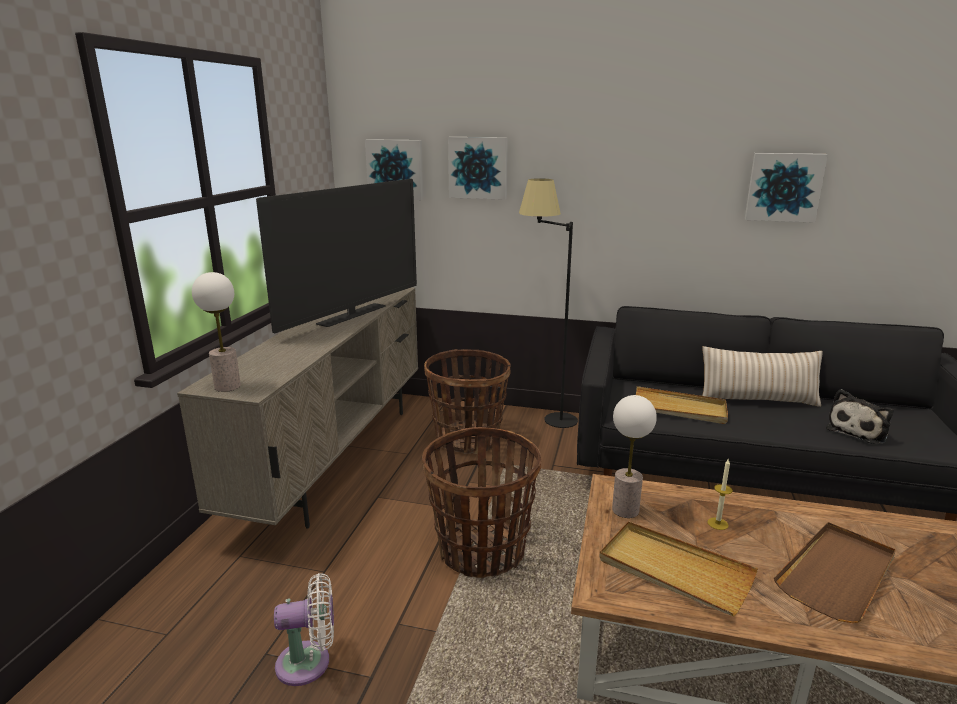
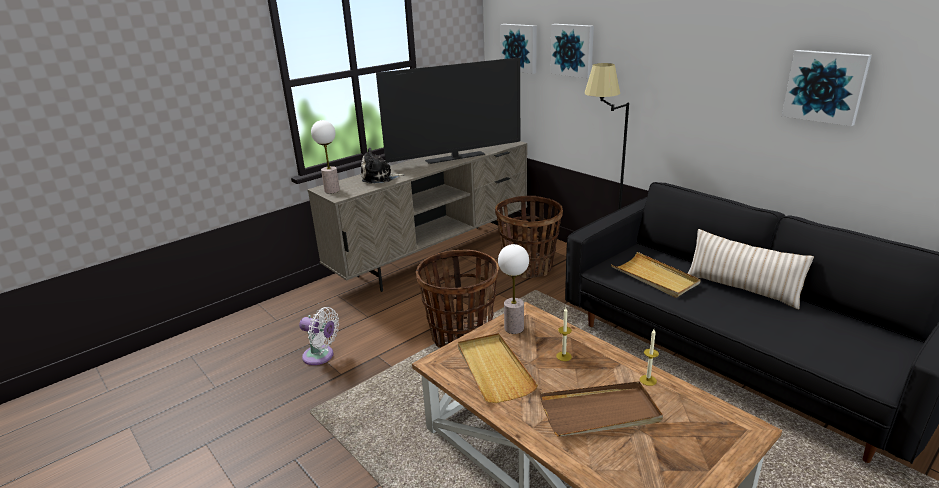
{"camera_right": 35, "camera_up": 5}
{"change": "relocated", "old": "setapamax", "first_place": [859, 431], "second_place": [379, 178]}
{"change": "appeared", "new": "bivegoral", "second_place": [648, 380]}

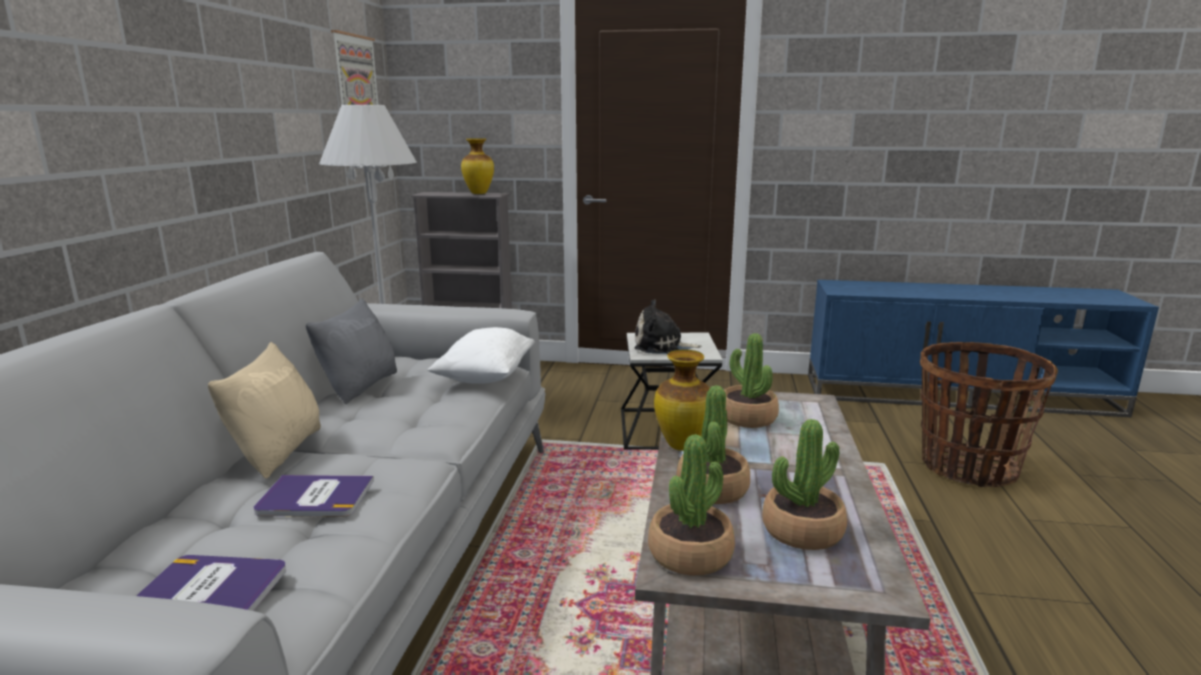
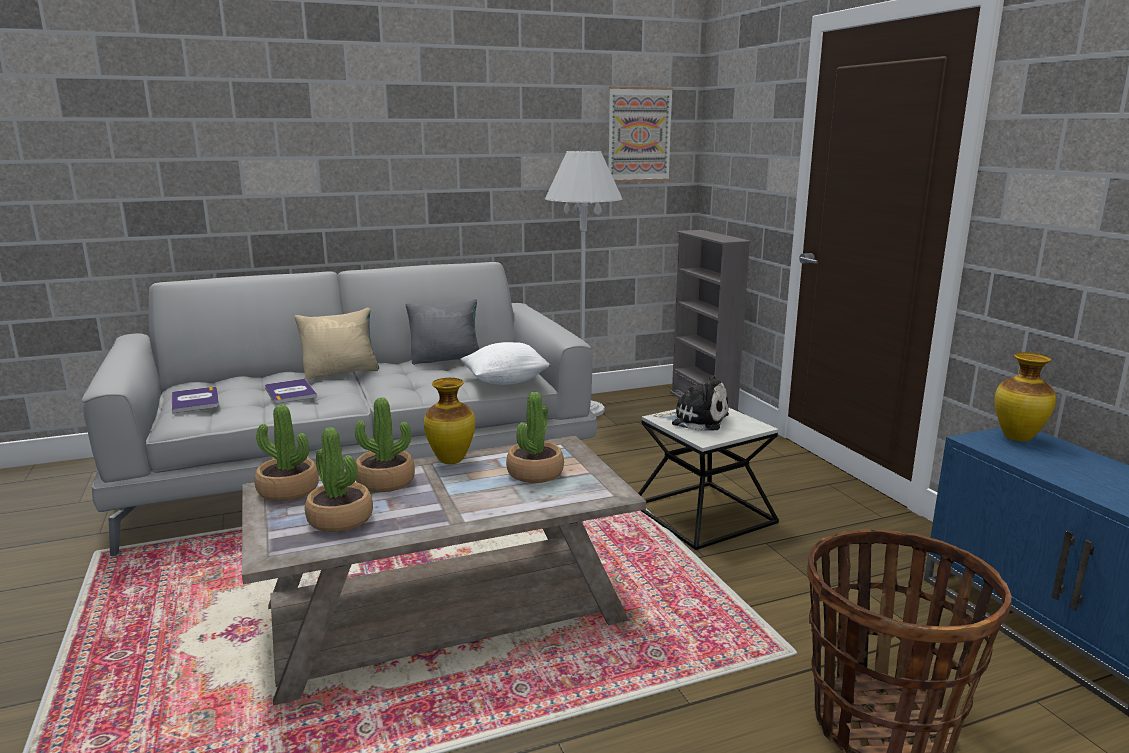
{"camera_right": 60, "camera_up": 0}
{"change": "relocated", "old": "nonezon", "first_place": [478, 193], "second_place": [1016, 438]}
{"change": "spun", "old": "setapamax", "first_place": [662, 346], "second_place": [696, 420], "degrees": 135}

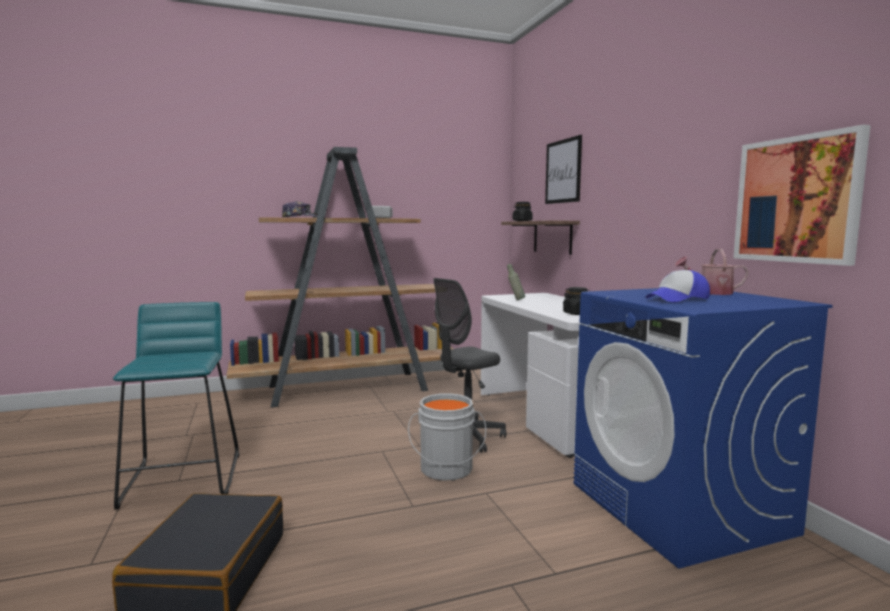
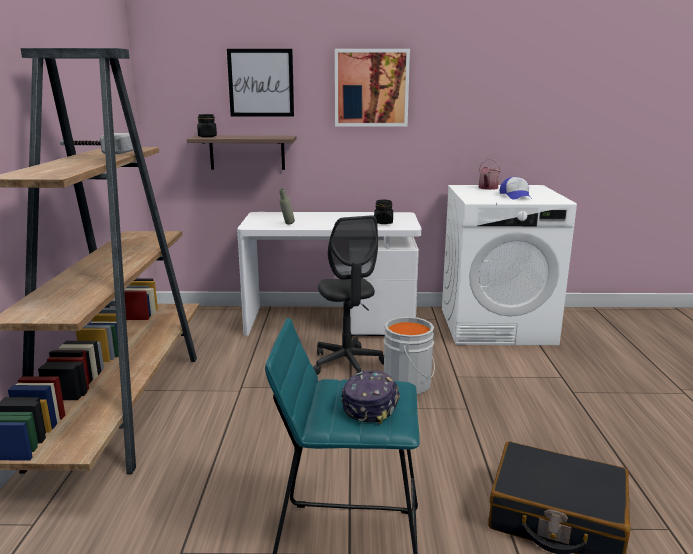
{"camera_right": -70, "camera_up": 10}
{"change": "relocated", "old": "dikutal", "first_place": [796, 200], "second_place": [371, 88]}
{"change": "relocated", "old": "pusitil", "first_place": [300, 217], "second_place": [370, 405]}
{"change": "colour", "old": "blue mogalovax", "new": "white mogalovax", "first_place": [679, 508], "second_place": [497, 326]}

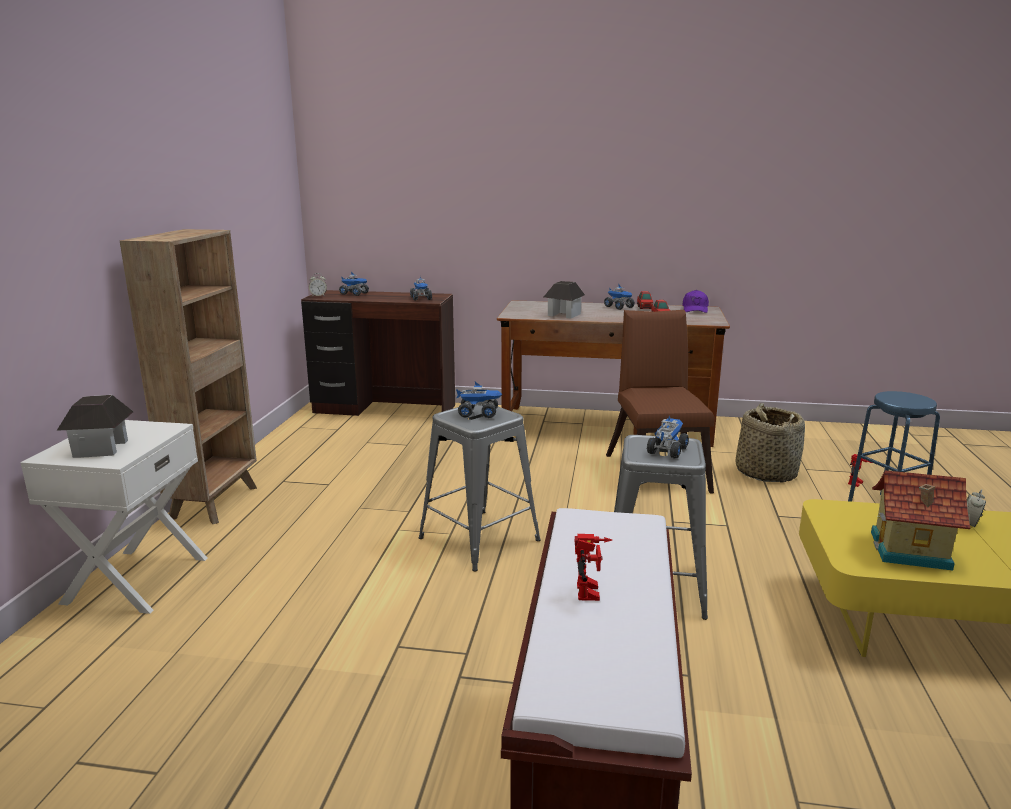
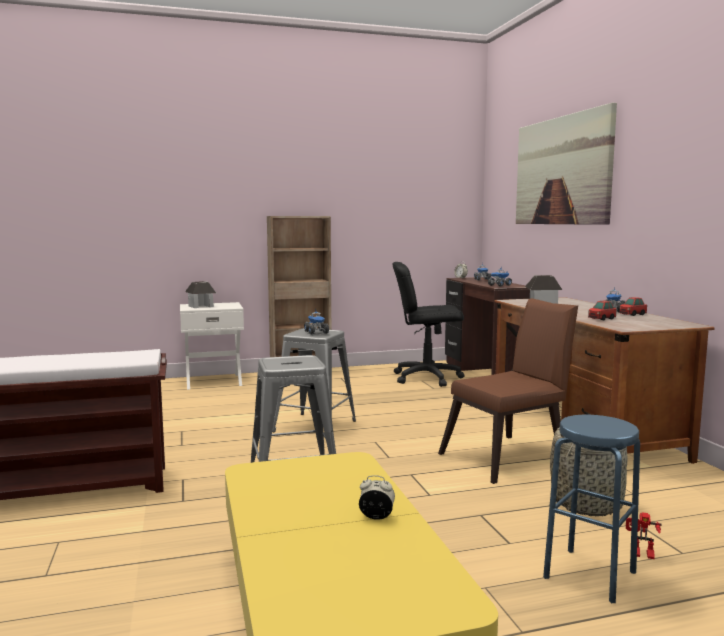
{"camera_right": 65, "camera_up": -10}
{"change": "missing", "old": "purple pusitil", "first_place": [695, 309]}
{"change": "missing", "old": "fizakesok", "first_place": [667, 450]}
{"change": "missing", "old": "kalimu", "first_place": [911, 551]}
{"change": "missing", "old": "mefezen", "first_place": [592, 593]}
{"change": "appeared", "new": "dikutal", "second_place": [562, 171]}
{"change": "appeared", "new": "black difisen", "second_place": [426, 378]}

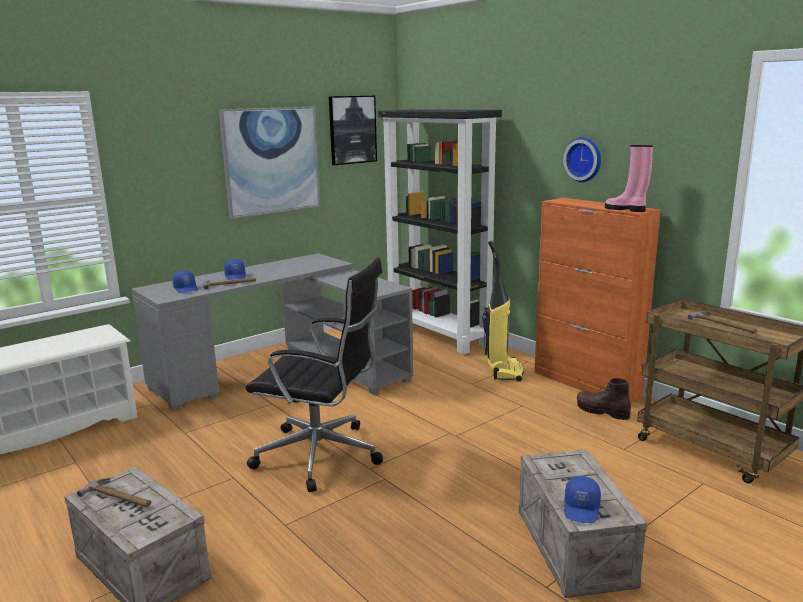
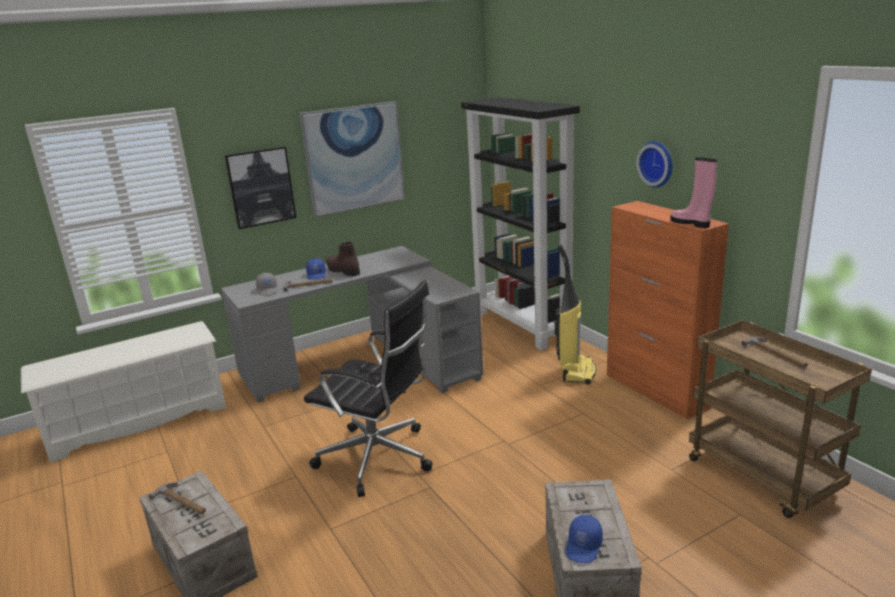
{"camera_right": 10, "camera_up": 5}
{"change": "relocated", "old": "dikutal", "first_place": [352, 130], "second_place": [261, 187]}
{"change": "colour", "old": "blue pusitil", "new": "grey pusitil", "first_place": [186, 289], "second_place": [268, 290]}
{"change": "relocated", "old": "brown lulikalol", "first_place": [602, 411], "second_place": [343, 271]}

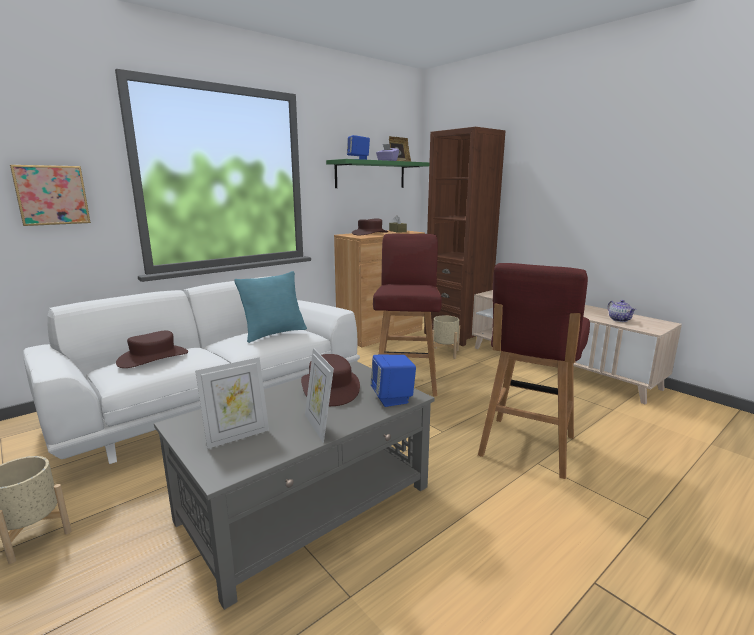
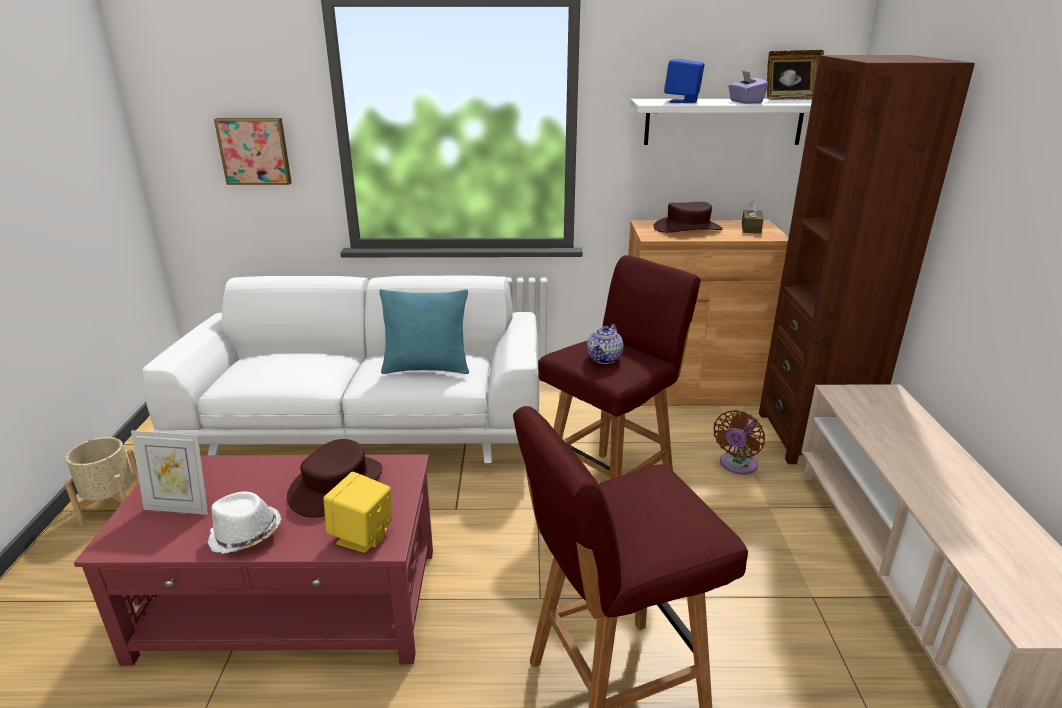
{"camera_right": 40, "camera_up": 10}
{"change": "colour", "old": "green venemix", "new": "white venemix", "first_place": [370, 175], "second_place": [723, 121]}
{"change": "relocated", "old": "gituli", "first_place": [619, 320], "second_place": [605, 358]}
{"change": "exchanged", "old": "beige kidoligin", "new": "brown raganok", "first_place": [444, 353], "second_place": [736, 465]}
{"change": "missing", "old": "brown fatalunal", "first_place": [153, 357]}
{"change": "exchanged", "old": "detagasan", "new": "white fatalunal", "first_place": [319, 426], "second_place": [245, 535]}
{"change": "colour", "old": "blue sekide", "new": "yellow sekide", "first_place": [392, 399], "second_place": [362, 536]}
{"change": "colour", "old": "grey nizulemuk", "new": "red nizulemuk", "first_place": [308, 503], "second_place": [292, 603]}

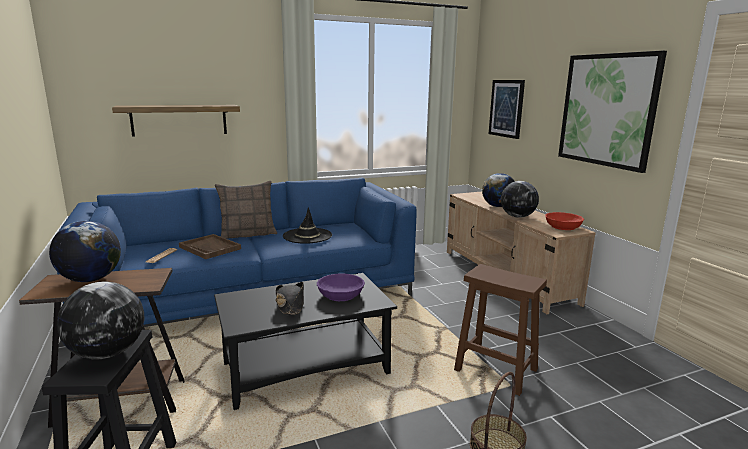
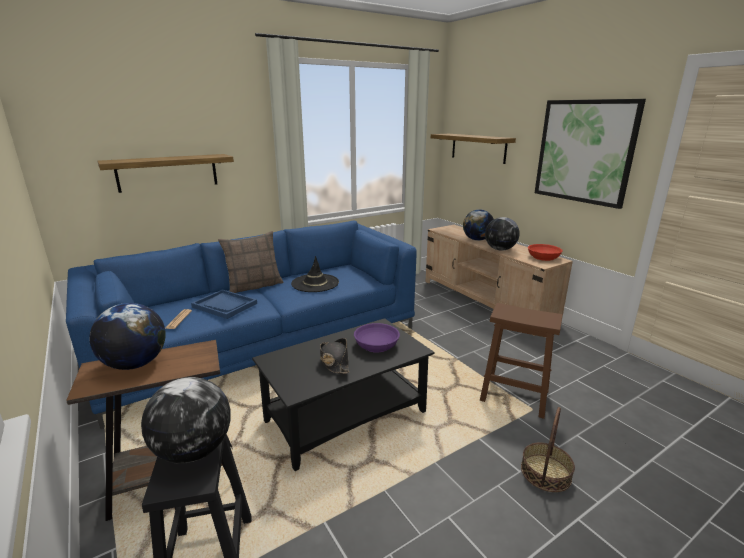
{"camera_right": -10, "camera_up": 5}
{"change": "exchanged", "old": "dikutal", "new": "venemix", "first_place": [506, 108], "second_place": [478, 148]}
{"change": "colour", "old": "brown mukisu", "new": "blue mukisu", "first_place": [210, 248], "second_place": [225, 305]}

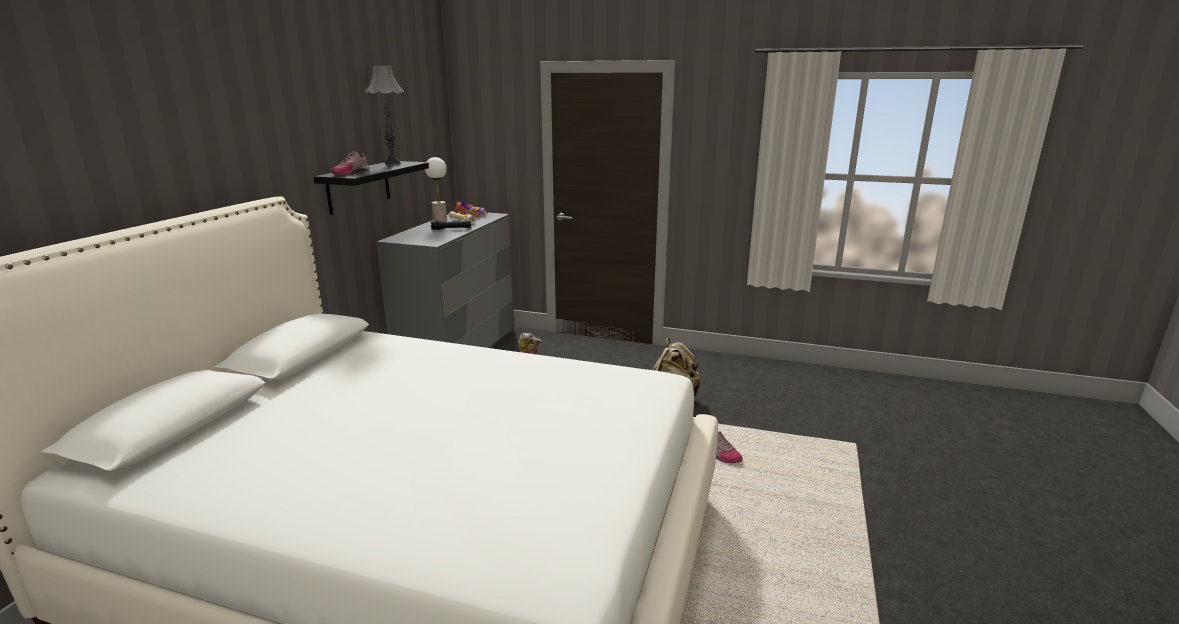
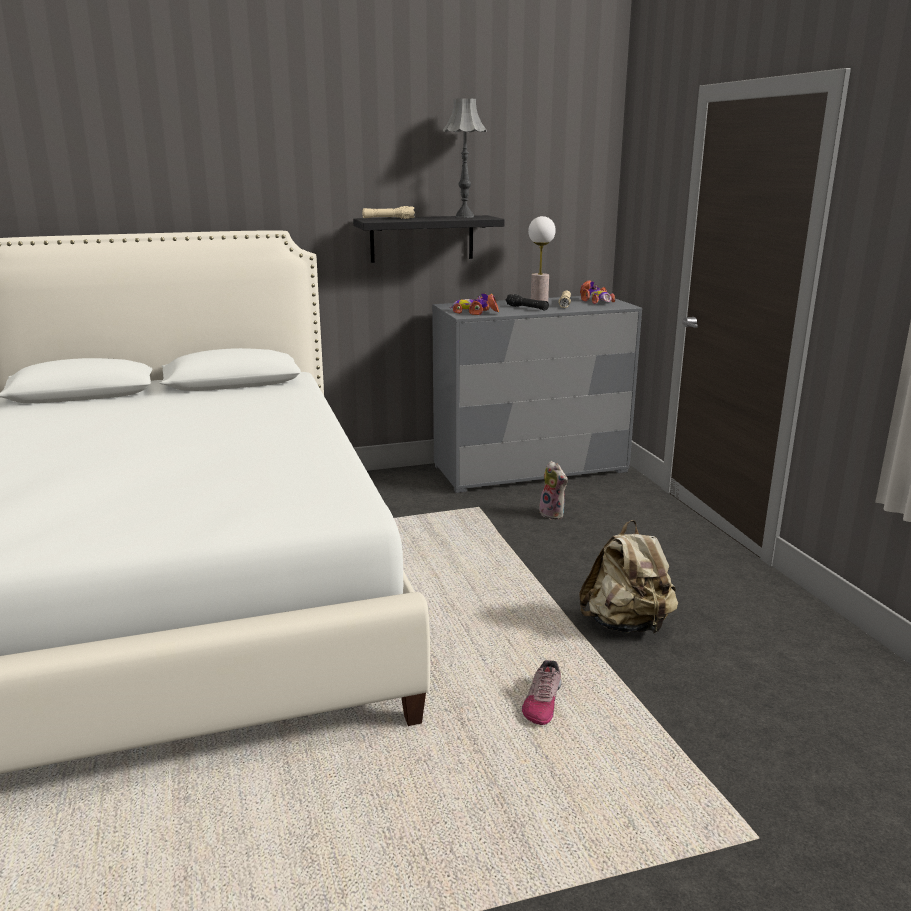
{"camera_right": 55, "camera_up": 0}
{"change": "exchanged", "old": "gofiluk", "new": "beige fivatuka", "first_place": [350, 173], "second_place": [388, 219]}
{"change": "appeared", "new": "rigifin", "second_place": [474, 312]}

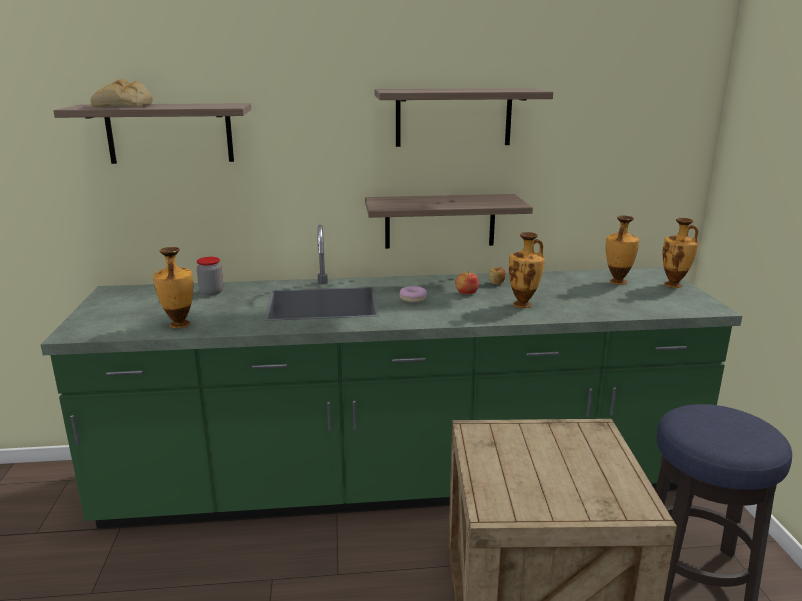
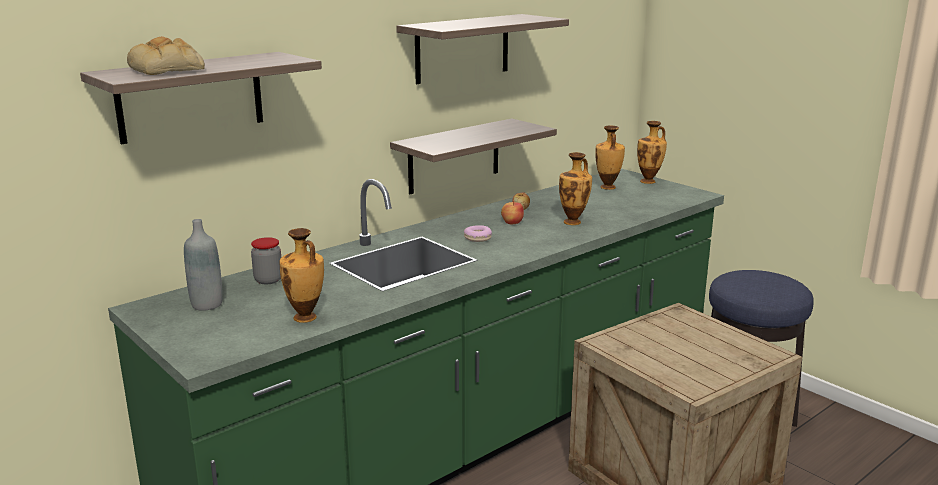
{"camera_right": -35, "camera_up": 0}
{"change": "appeared", "new": "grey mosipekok", "second_place": [207, 304]}

